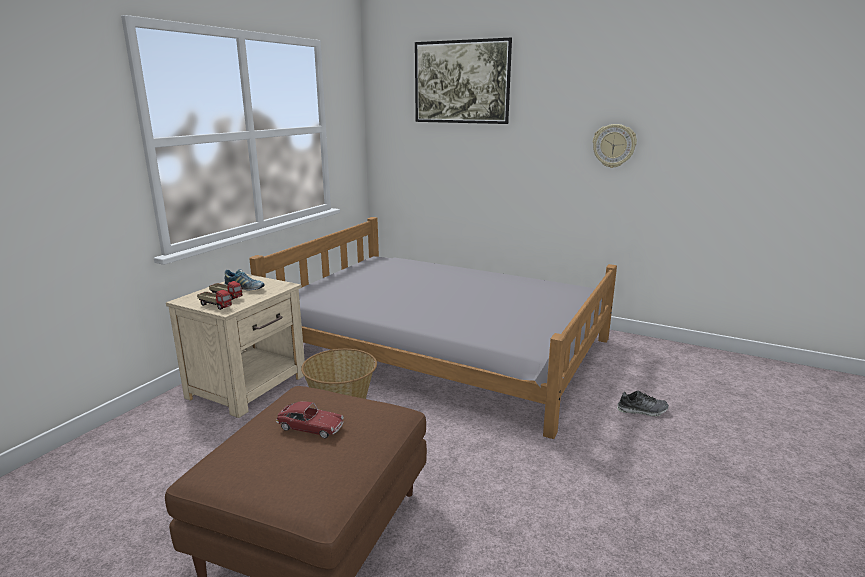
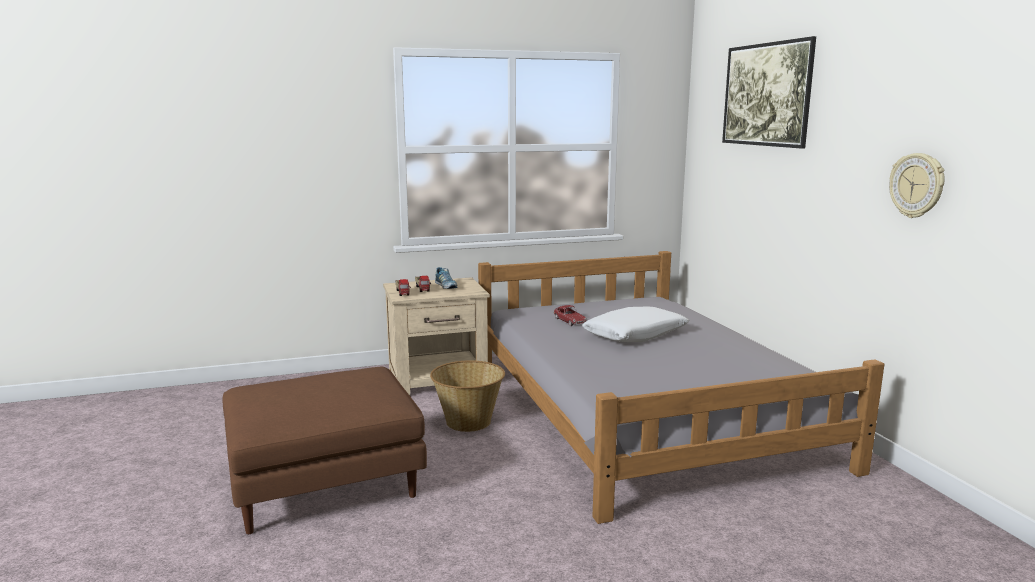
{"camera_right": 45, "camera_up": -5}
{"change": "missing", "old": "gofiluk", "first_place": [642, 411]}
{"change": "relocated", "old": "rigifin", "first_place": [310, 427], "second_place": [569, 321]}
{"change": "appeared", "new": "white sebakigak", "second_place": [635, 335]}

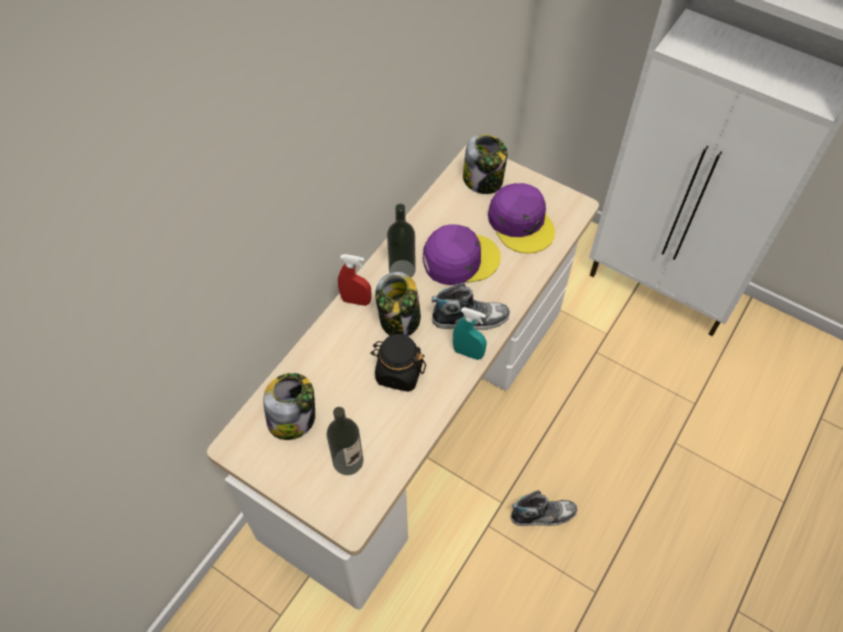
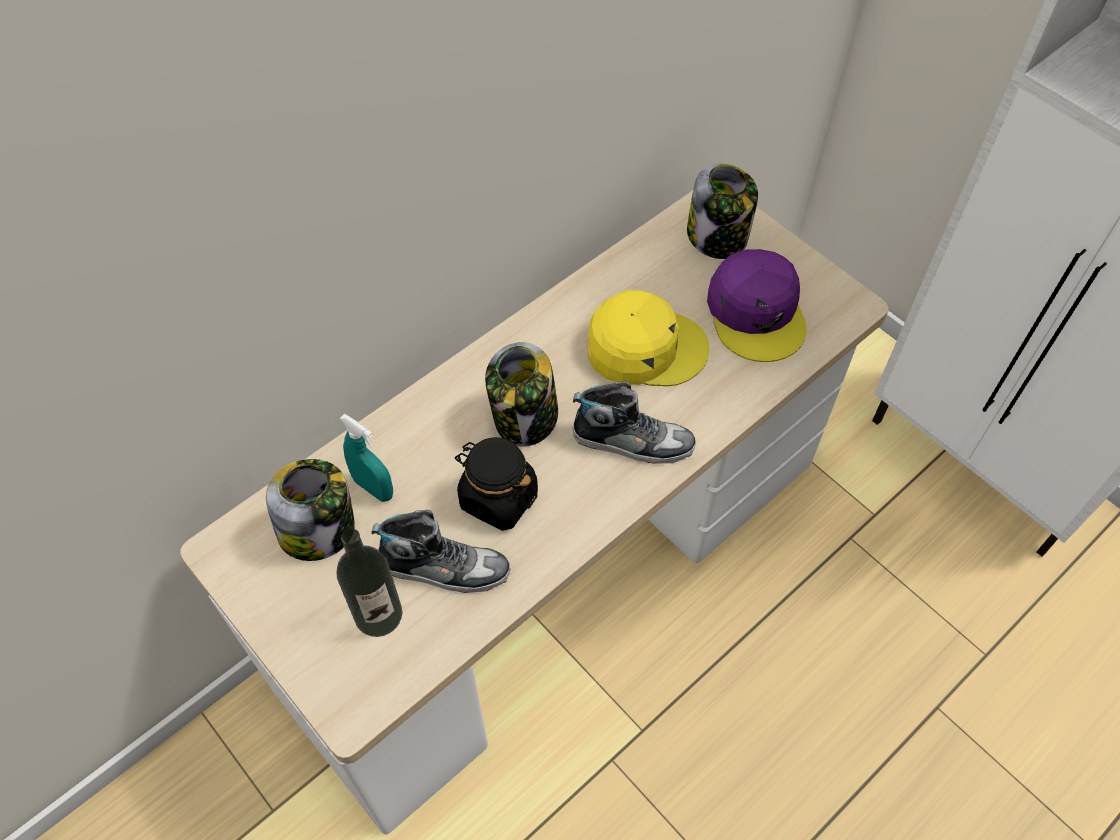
{"camera_right": 15, "camera_up": 0}
{"change": "missing", "old": "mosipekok", "first_place": [402, 270]}
{"change": "colour", "old": "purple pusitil", "new": "yellow pusitil", "first_place": [460, 259], "second_place": [645, 347]}
{"change": "missing", "old": "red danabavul", "first_place": [356, 301]}
{"change": "relocated", "old": "turquoise danabavul", "first_place": [468, 353], "second_place": [373, 488]}
{"change": "relocated", "old": "gofiluk", "first_place": [543, 514], "second_place": [444, 567]}

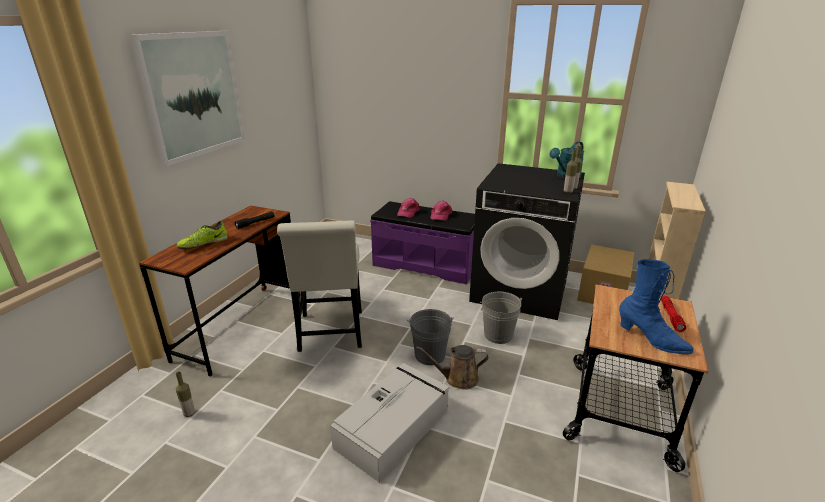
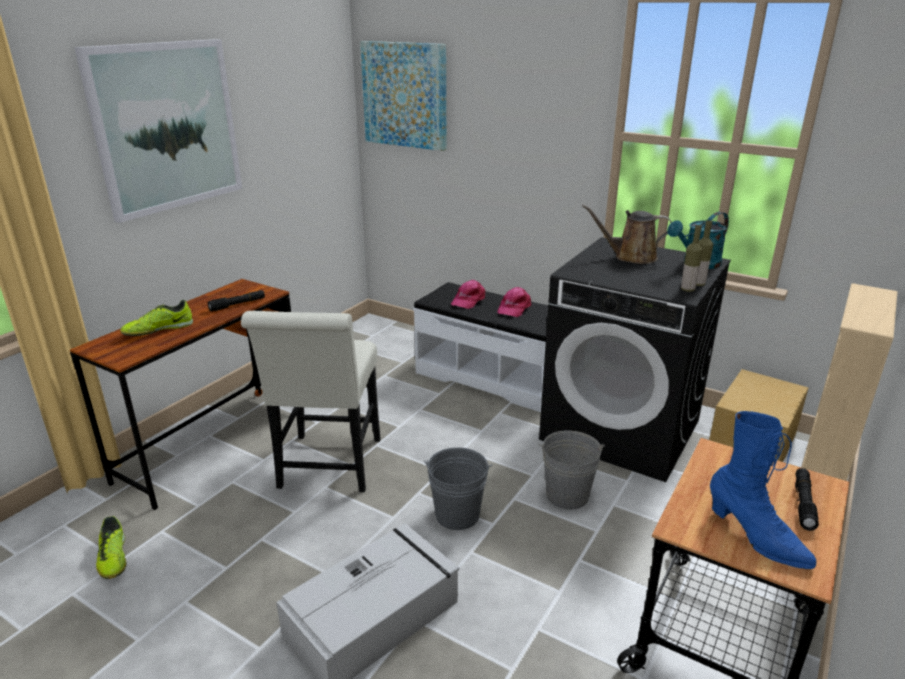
{"camera_right": 10, "camera_up": 0}
{"change": "colour", "old": "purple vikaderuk", "new": "white vikaderuk", "first_place": [426, 264], "second_place": [492, 378]}
{"change": "colour", "old": "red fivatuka", "new": "black fivatuka", "first_place": [671, 317], "second_place": [803, 503]}
{"change": "relocated", "old": "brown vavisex", "first_place": [458, 378], "second_place": [631, 257]}
{"change": "exchanged", "old": "mosipekok", "new": "gofiluk", "first_place": [189, 413], "second_place": [113, 558]}
{"change": "appeared", "new": "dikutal", "second_place": [405, 95]}

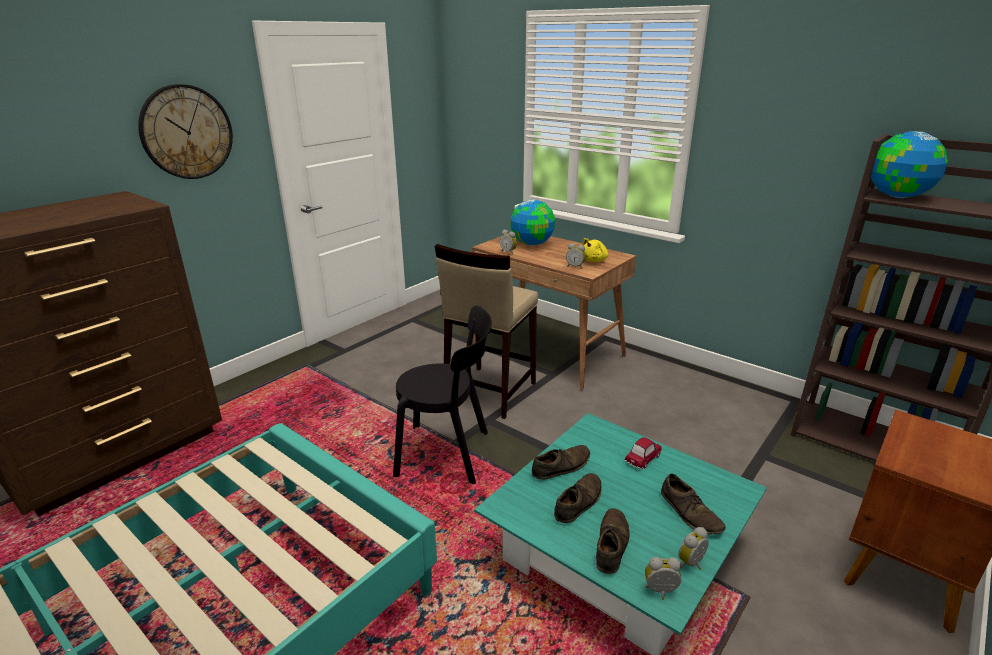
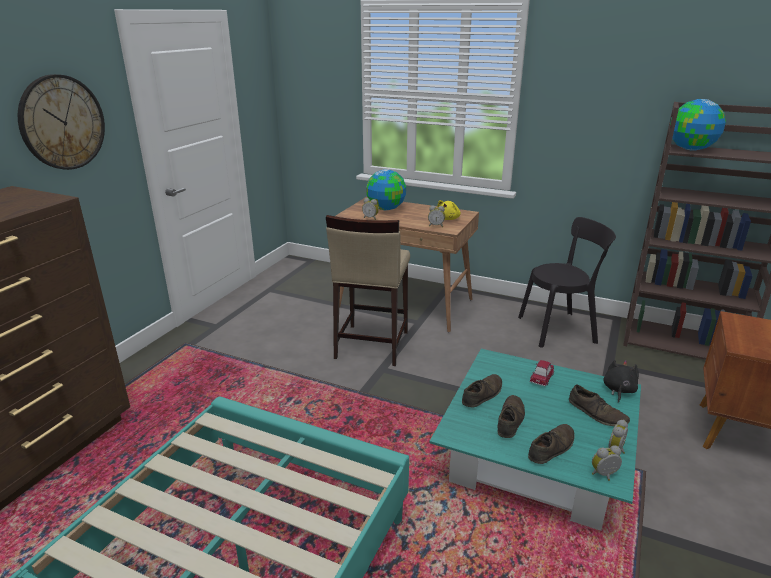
{"camera_right": -15, "camera_up": 0}
{"change": "relocated", "old": "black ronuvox", "first_place": [448, 454], "second_place": [560, 329]}
{"change": "spun", "old": "brown gofiluk", "first_place": [611, 544], "second_place": [551, 448], "degrees": 45}
{"change": "appeared", "new": "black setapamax", "second_place": [618, 390]}

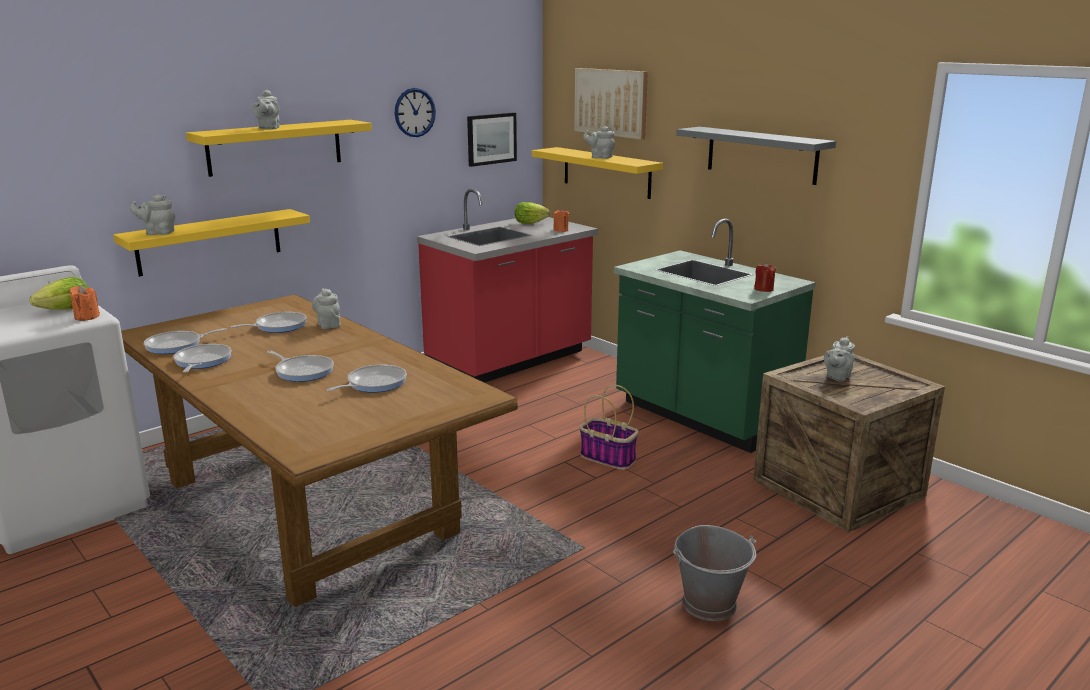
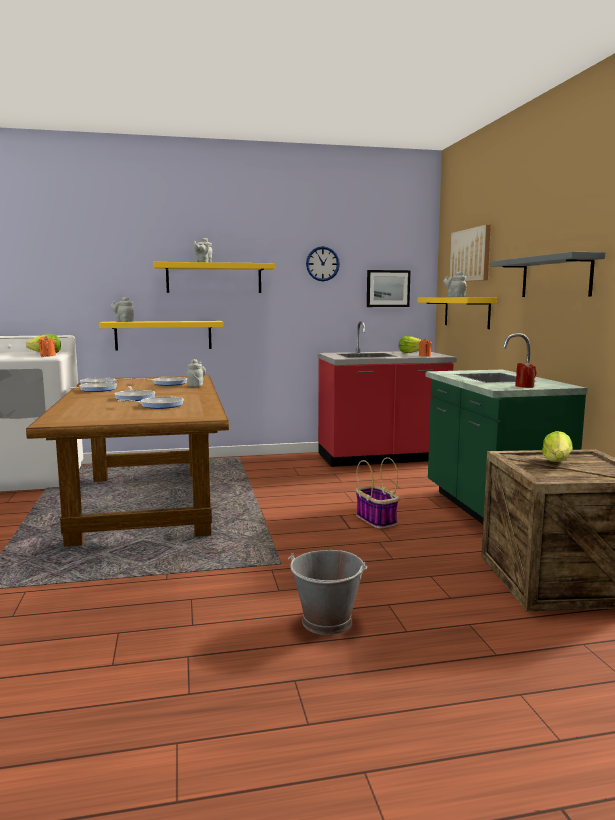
{"camera_right": 30, "camera_up": -10}
{"change": "exchanged", "old": "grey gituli", "new": "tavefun", "first_place": [837, 377], "second_place": [556, 462]}

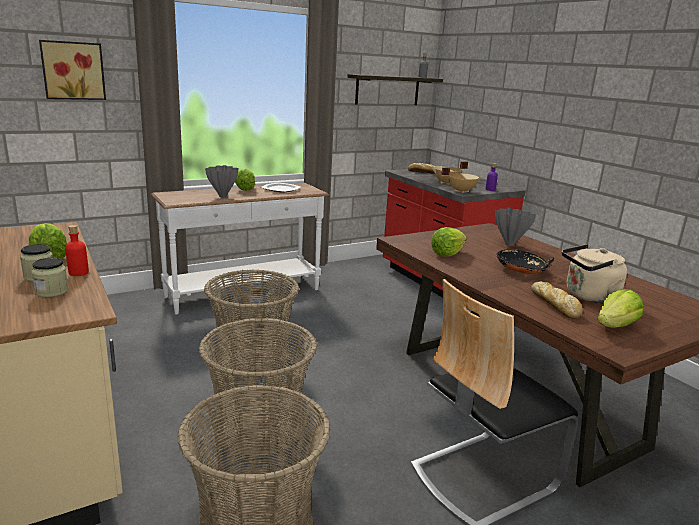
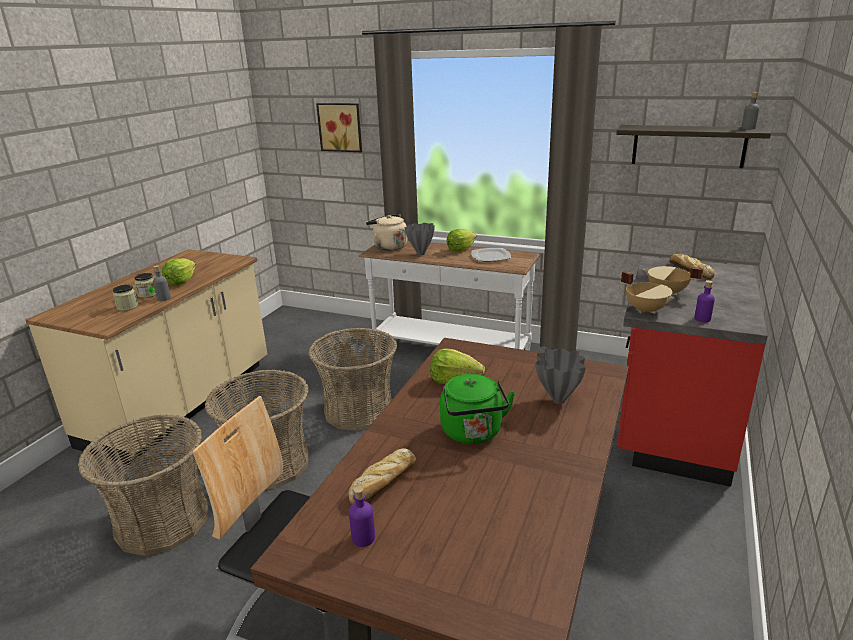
{"camera_right": 55, "camera_up": 5}
{"change": "colour", "old": "red mosipekok", "new": "grey mosipekok", "first_place": [78, 273], "second_place": [164, 298]}
{"change": "relocated", "old": "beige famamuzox", "first_place": [588, 297], "second_place": [388, 247]}
{"change": "exchanged", "old": "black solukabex", "new": "green famamuzox", "first_place": [522, 270], "second_place": [473, 433]}
{"change": "exchanged", "old": "tavefun", "new": "purple mosipekok", "first_place": [615, 326], "second_place": [363, 538]}

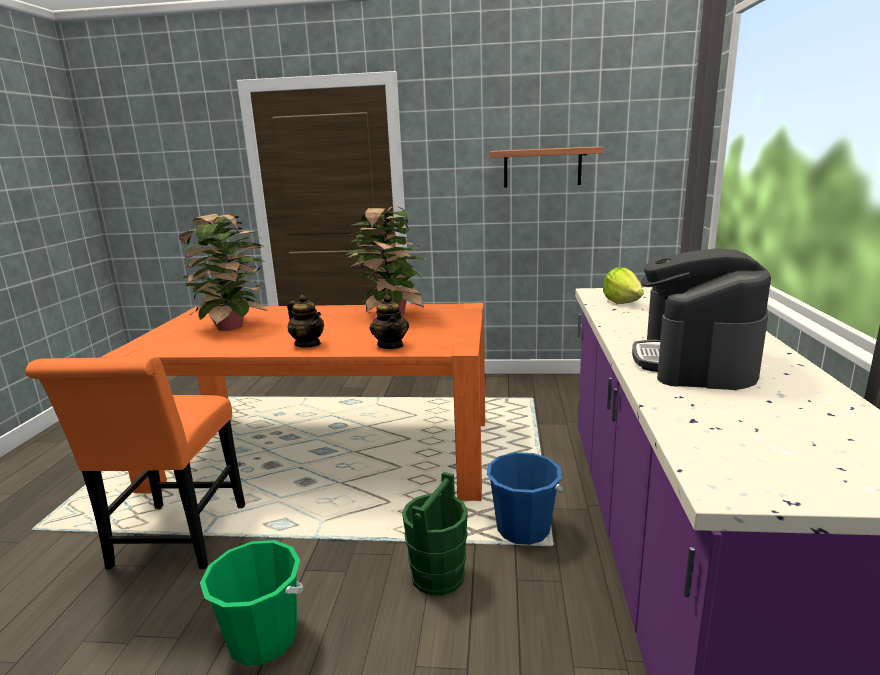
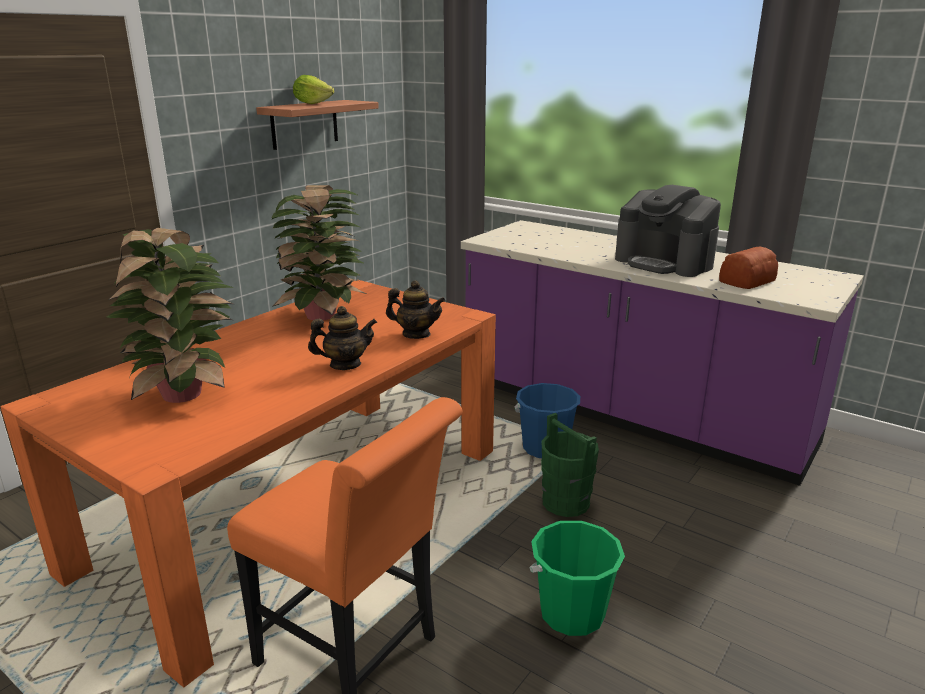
{"camera_right": -60, "camera_up": 5}
{"change": "relocated", "old": "tavefun", "first_place": [622, 302], "second_place": [312, 103]}
{"change": "appeared", "new": "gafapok", "second_place": [745, 281]}

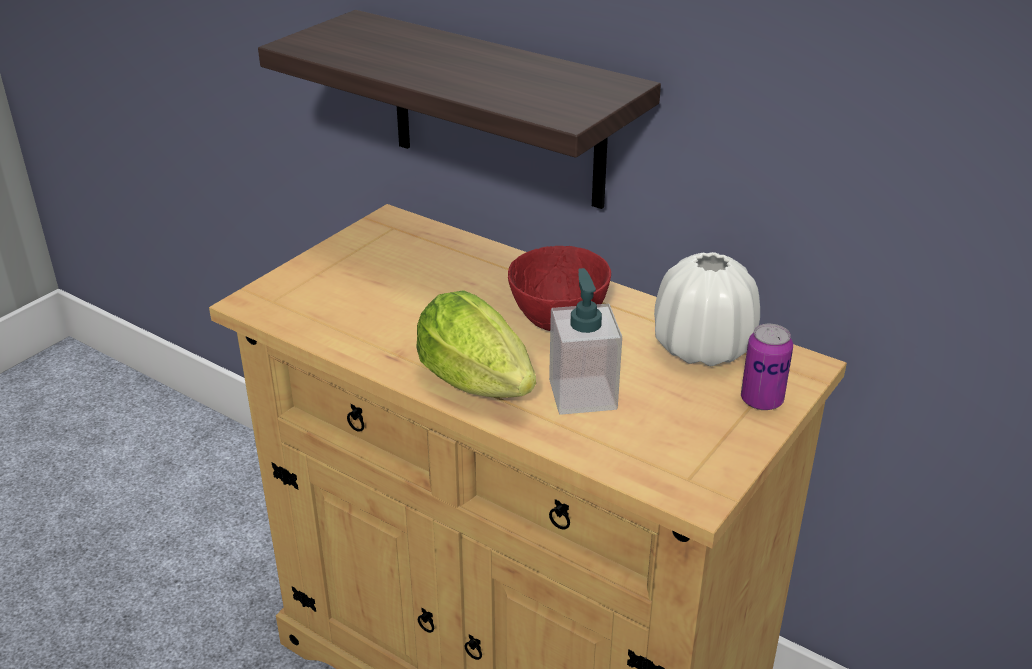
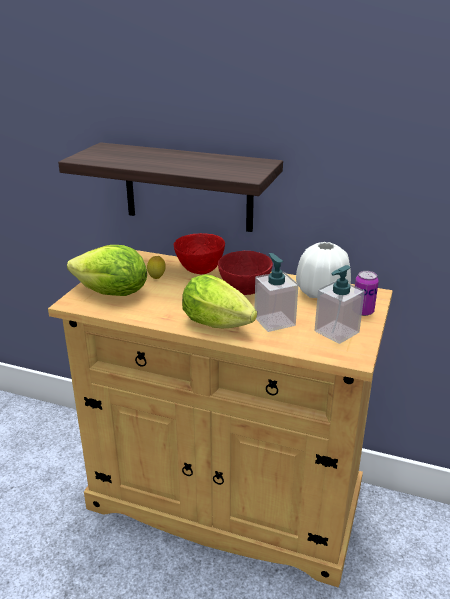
{"camera_right": -15, "camera_up": -5}
{"change": "appeared", "new": "red solukabex", "second_place": [201, 271]}
{"change": "appeared", "new": "tavefun", "second_place": [112, 294]}
{"change": "appeared", "new": "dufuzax", "second_place": [157, 278]}
{"change": "appeared", "new": "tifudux", "second_place": [336, 332]}

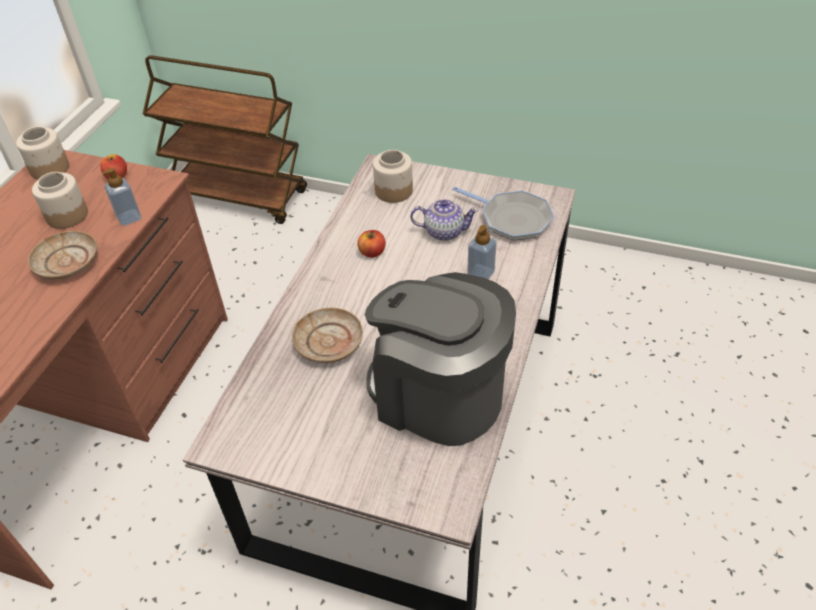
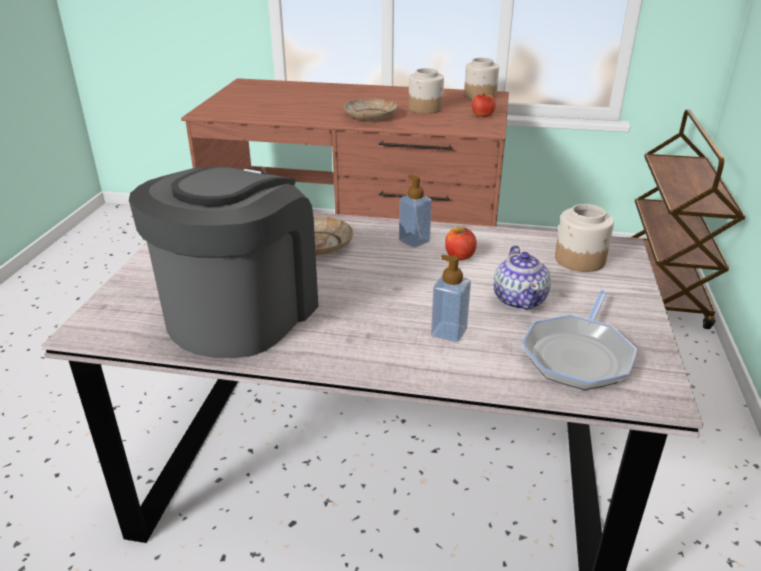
{"camera_right": 80, "camera_up": -15}
{"change": "relocated", "old": "tifudux", "first_place": [129, 218], "second_place": [414, 241]}

